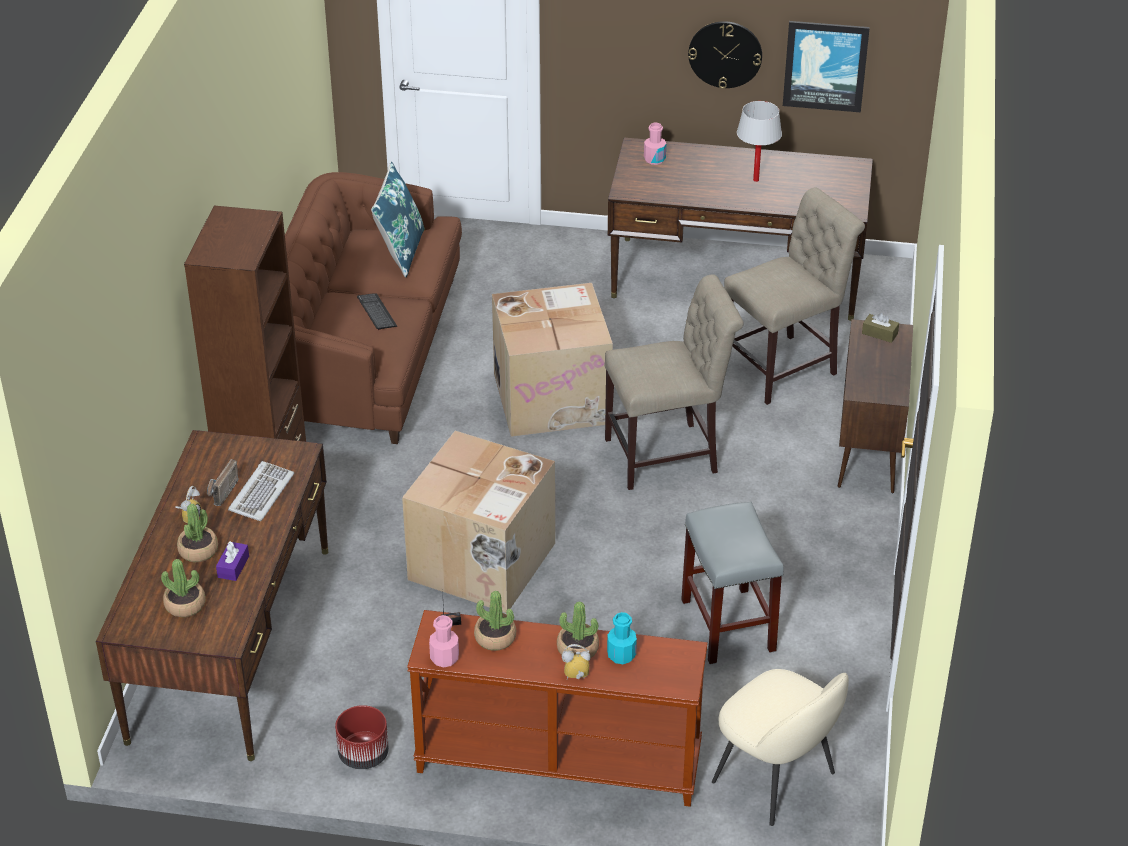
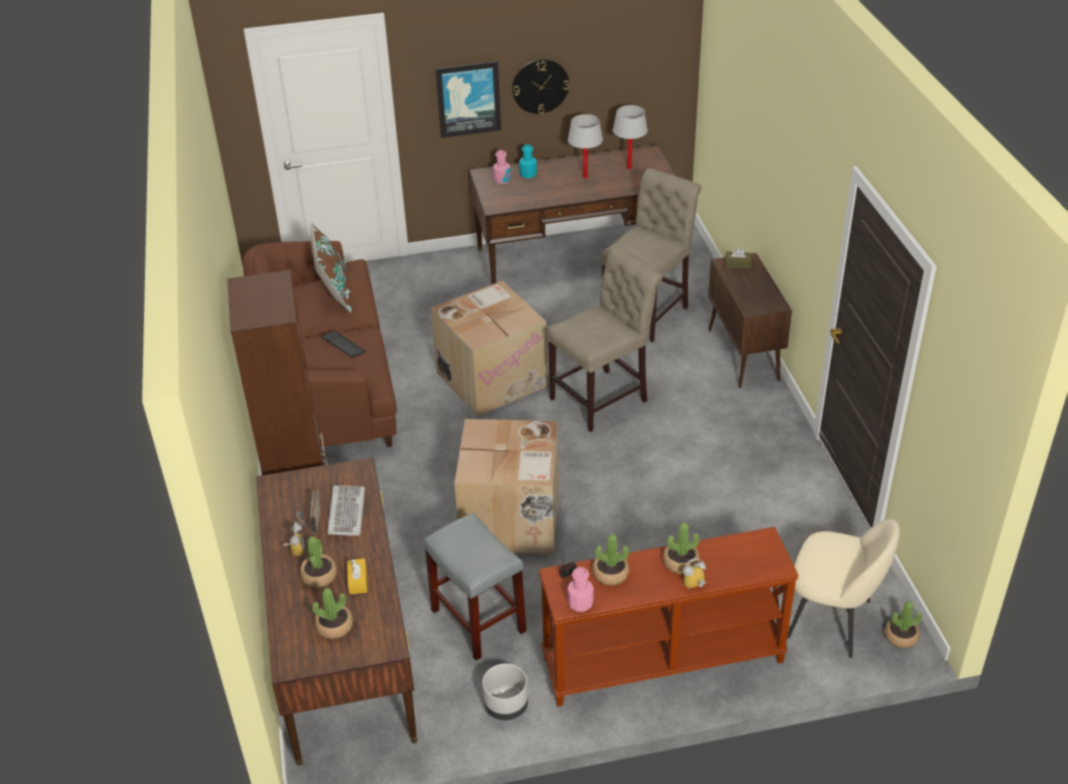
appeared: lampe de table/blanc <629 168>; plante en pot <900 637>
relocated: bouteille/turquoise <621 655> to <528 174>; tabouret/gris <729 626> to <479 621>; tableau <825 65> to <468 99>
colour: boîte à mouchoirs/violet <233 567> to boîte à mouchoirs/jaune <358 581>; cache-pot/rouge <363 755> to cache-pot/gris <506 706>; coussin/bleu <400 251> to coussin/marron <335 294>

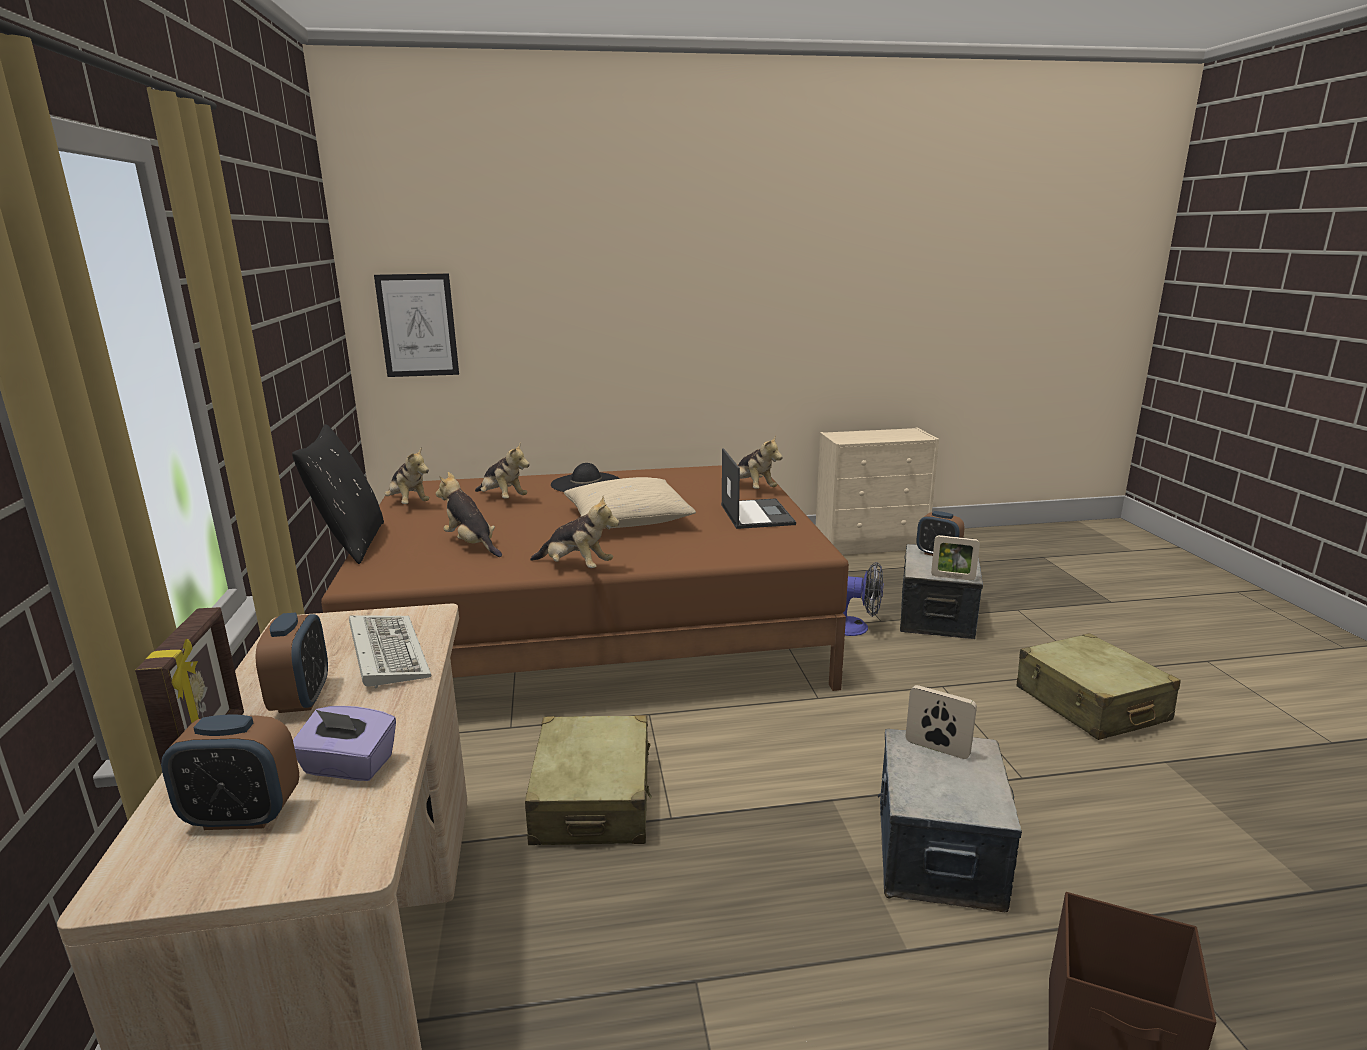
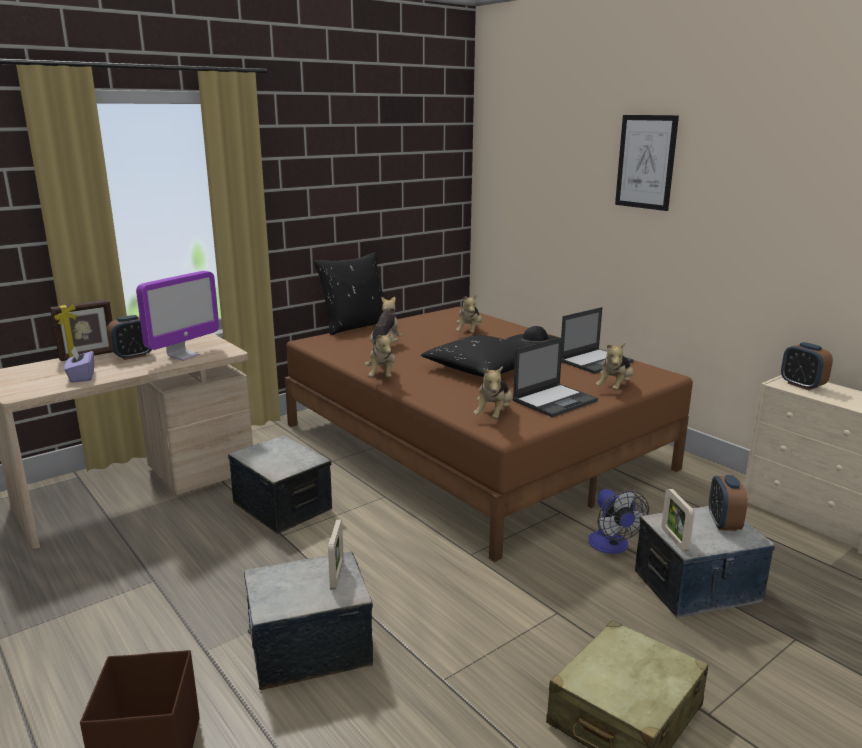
appeared: ordinateur portable <596 361>
relocated: réveil <242 816> to <802 385>; tableau <417 325> to <646 162>; peluche <408 504> to <494 415>
exchanged: clavier <385 652> to écran d'ordinateur <183 356>; valise/beige <593 799> to boîte de rangement <283 506>
colour: coussin/beige <627 520> to coussin/noir <481 368>

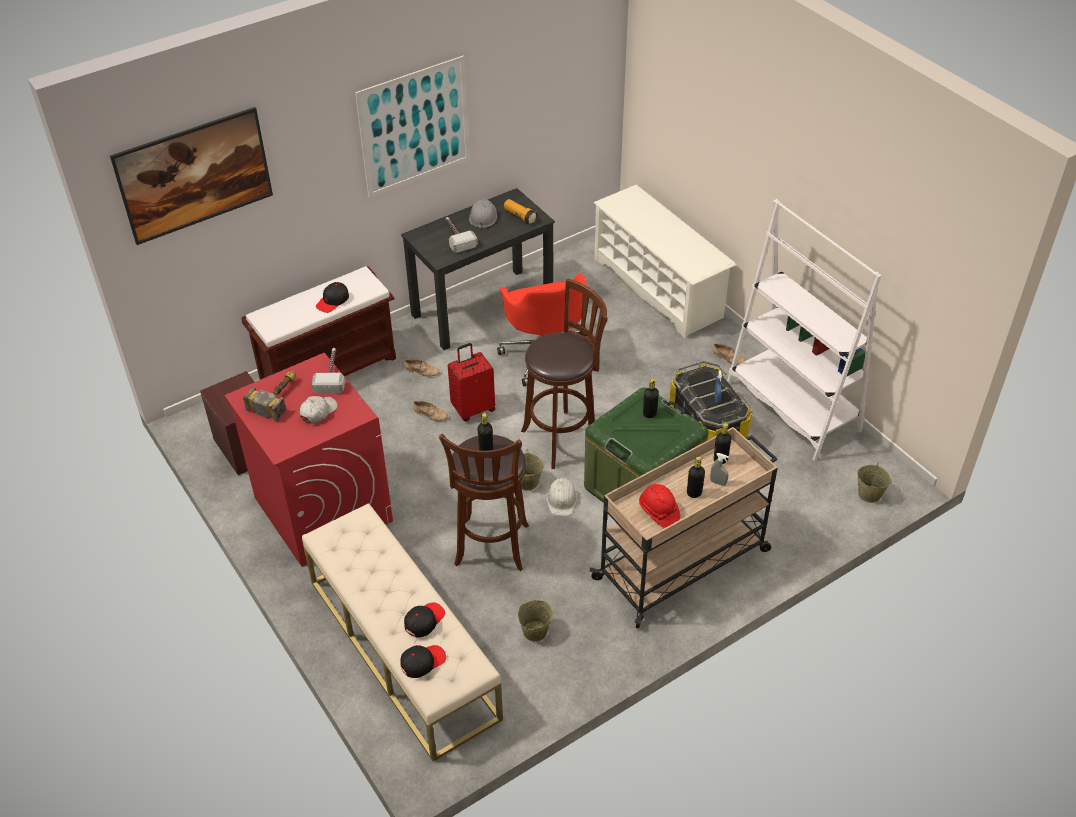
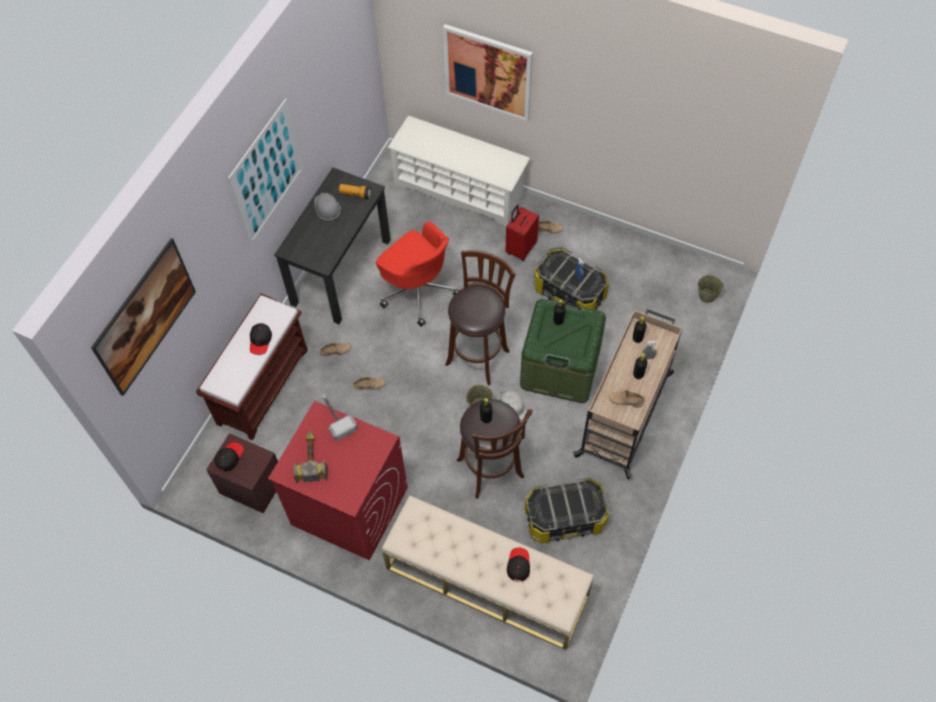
missing: casquette/blanc <318 412>; marteau <456 237>; bibliothèque/blanc <793 407>
appeared: tableau <488 72>
relocated: casquette/noir <422 662> to <229 457>; valise/rouge <473 409> to <520 248>
exchanged: seau/beige <534 632> to boîte de rangement <564 518>; casque de chantier/rouge <658 511> to chaussure/beige <625 401>

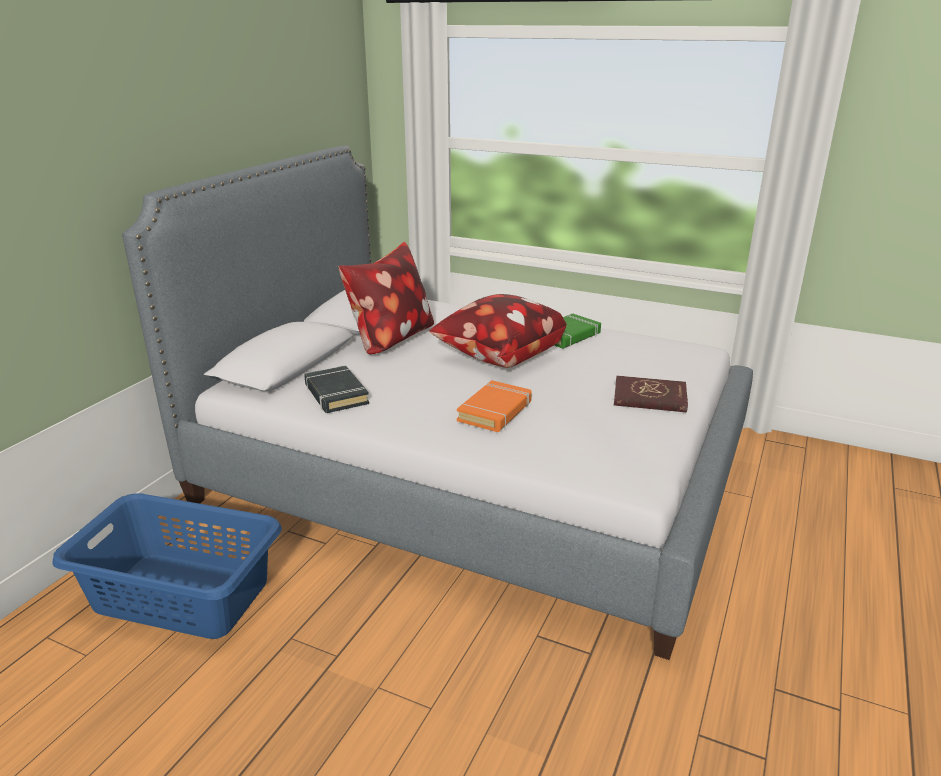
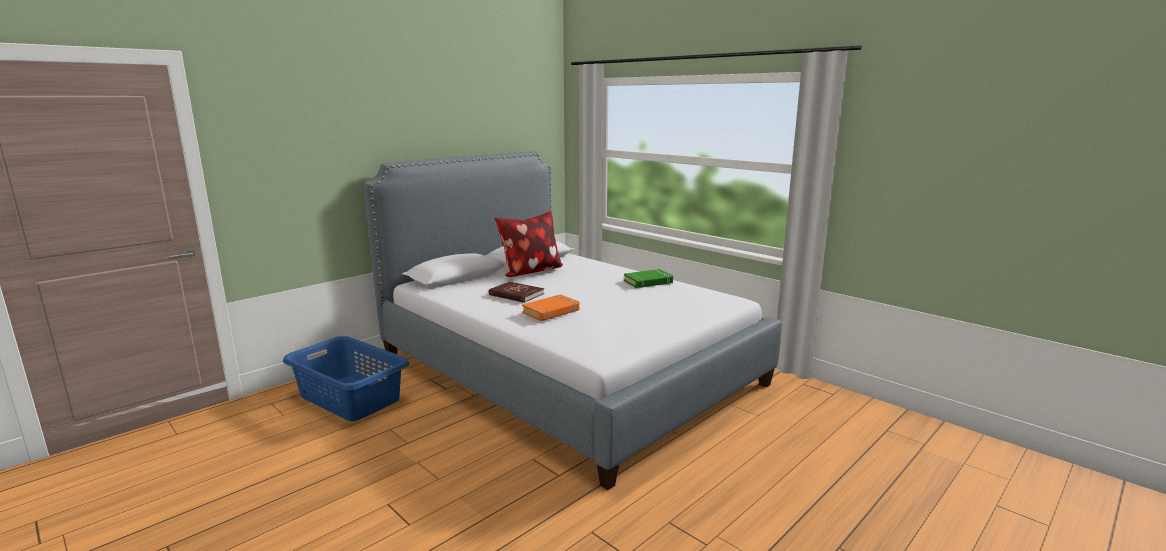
missing: livre/noir <336 394>; coussin <498 357>
relocated: livre/rouge <649 397> to <516 294>

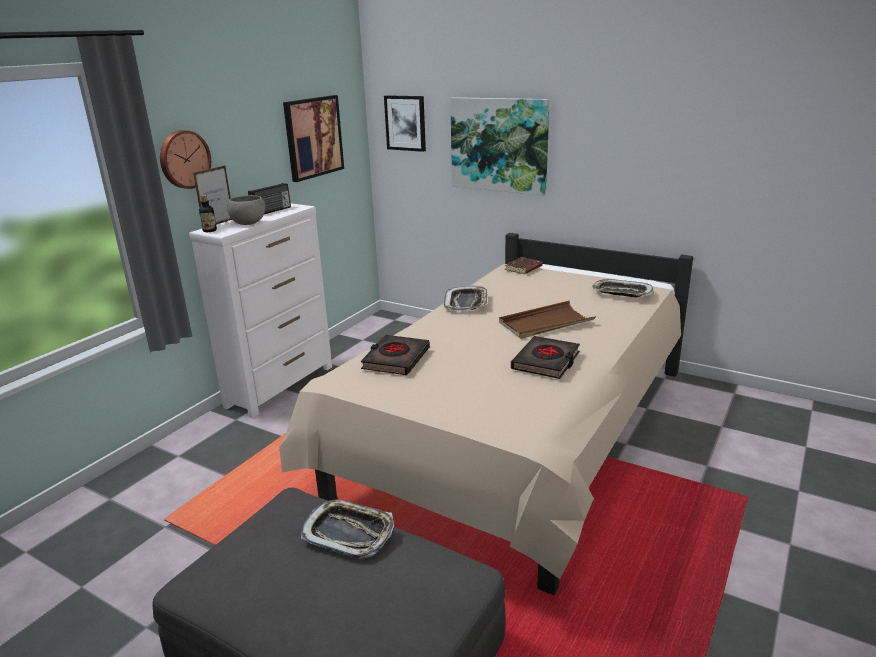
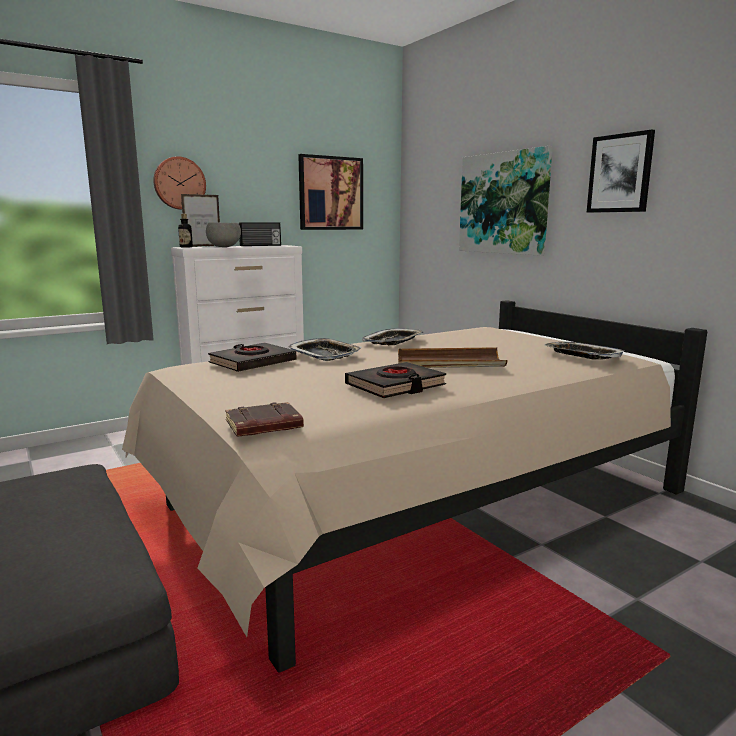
relocated: plateau <349 533> to <325 355>; tableau <405 123> to <620 173>; livre/marron <524 269> to <263 426>

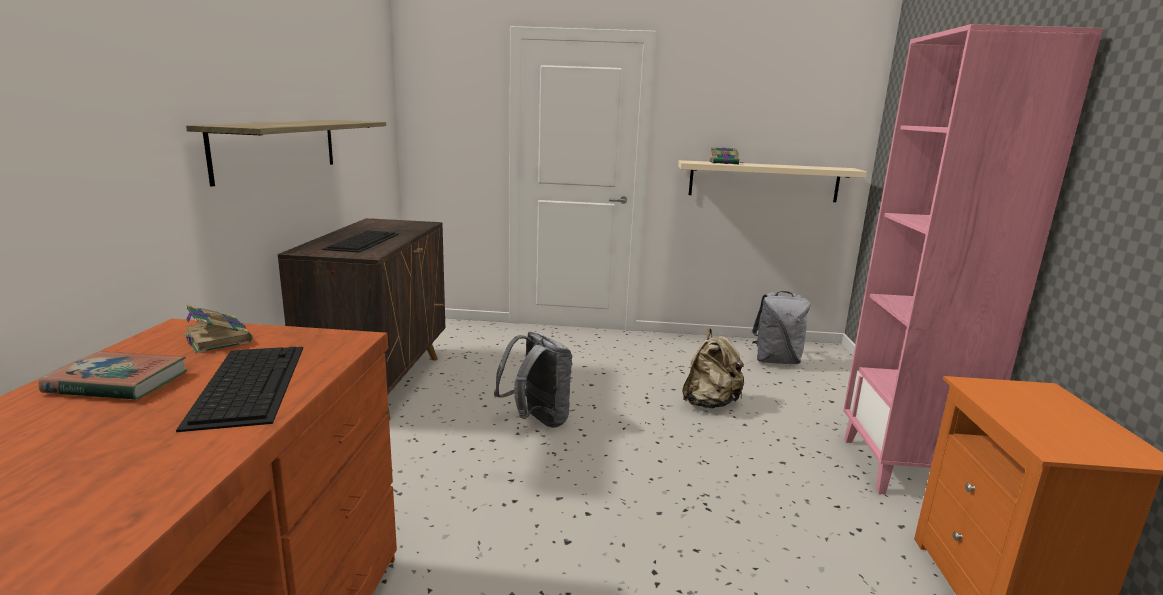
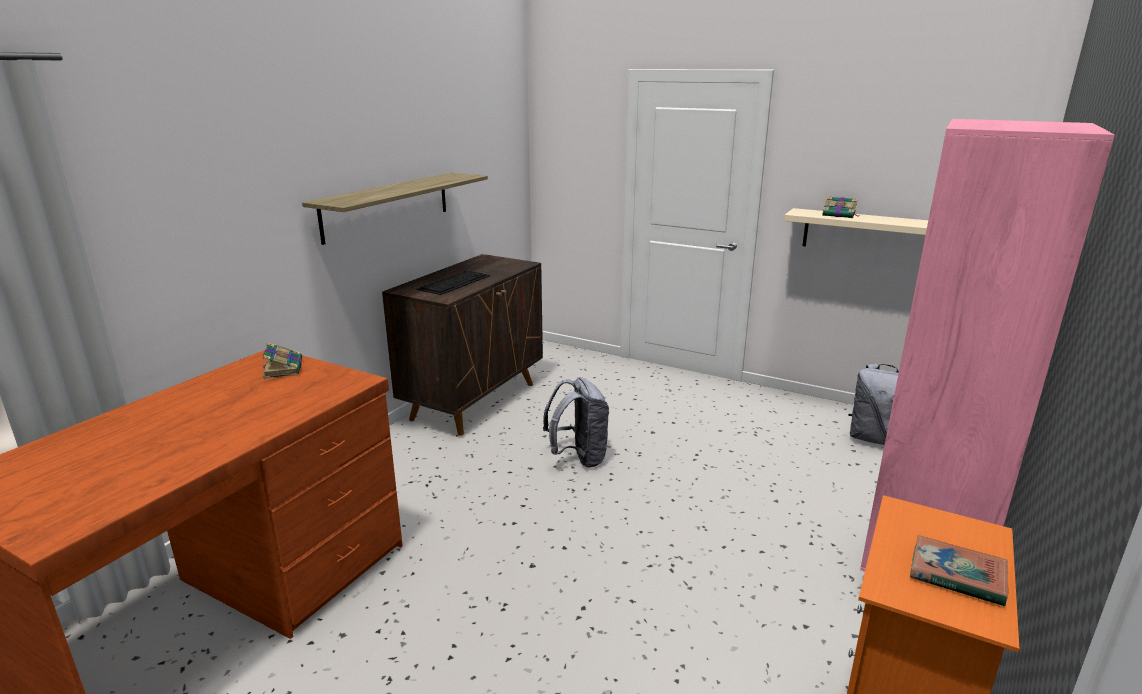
missing: clavier <248 383>; sac à dos/beige <710 403>
relocated: livre <118 383> to <957 575>

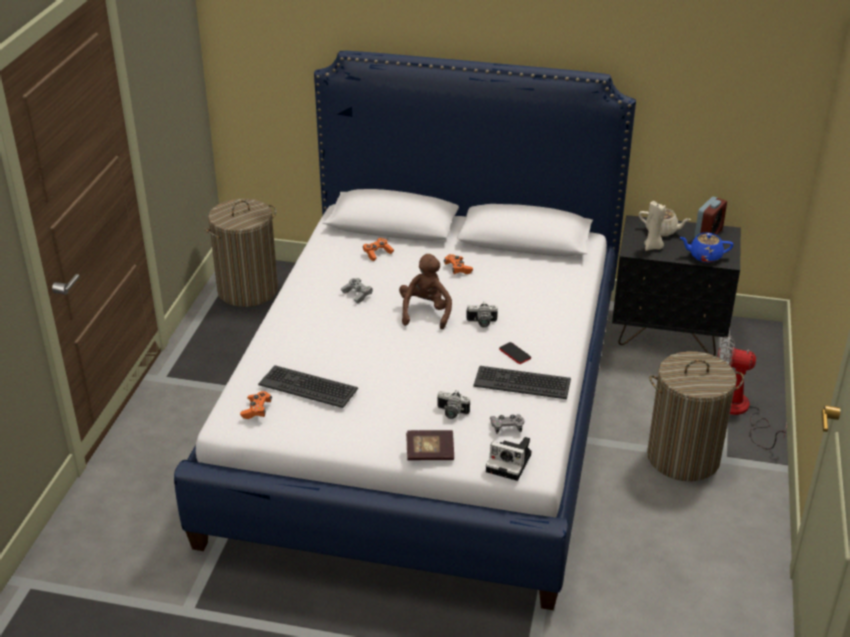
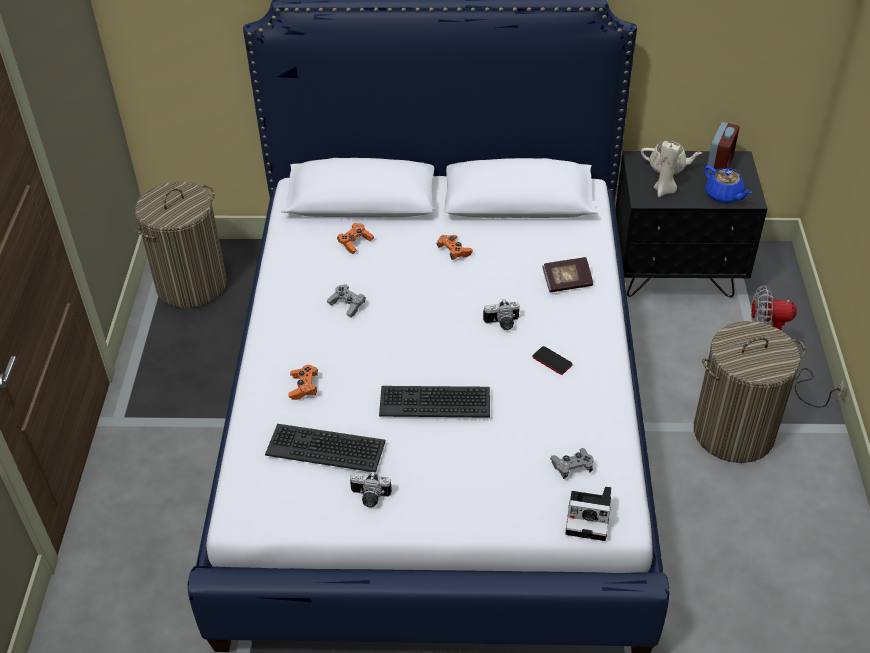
missing: peluche/marron <425 312>
relocated: manette/orange <256 410> to <304 387>; livre <430 453> to <567 282>; appareil photo <451 413> to <369 497>; clavier <522 383> to <435 401>
spun: théière/bleu <704 256> = <724 195> 120 degrees counterclockwise

